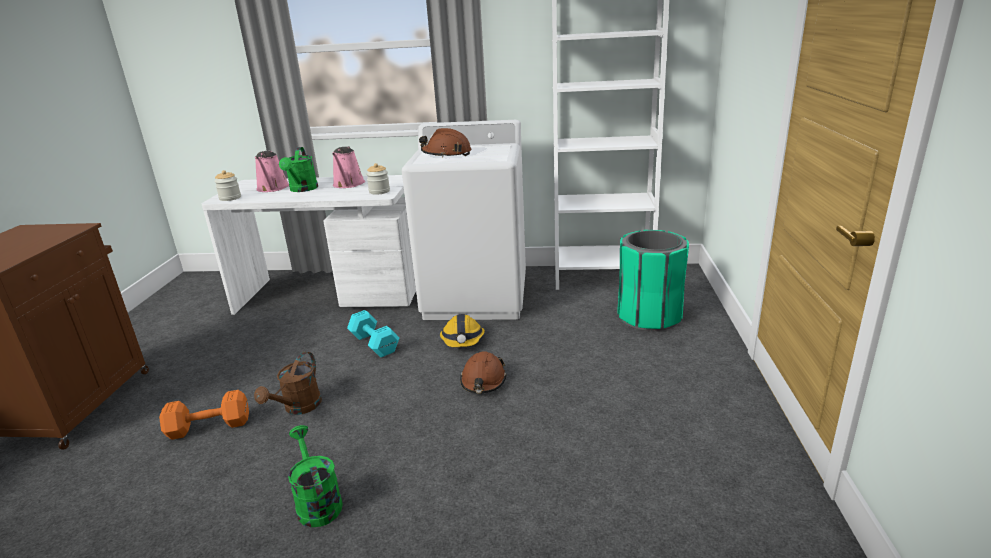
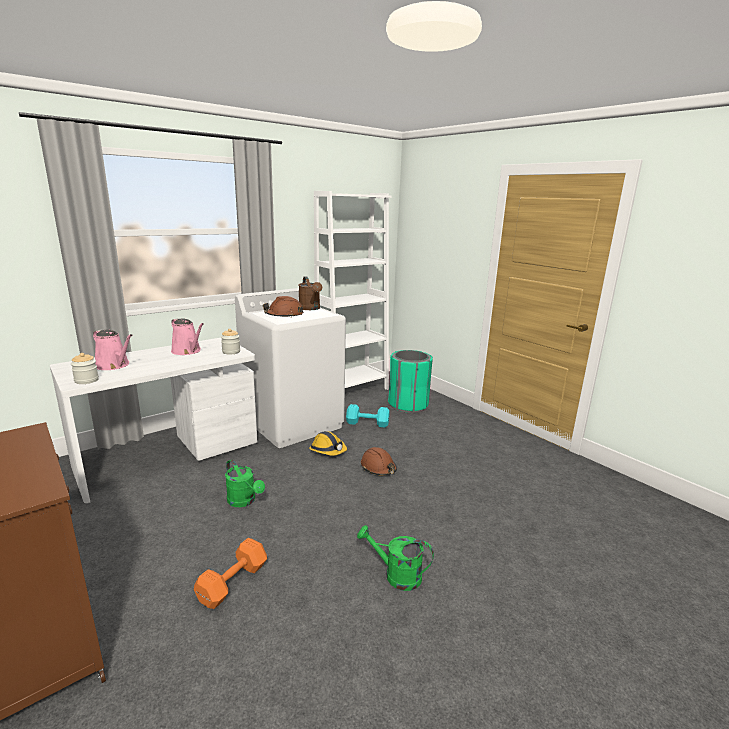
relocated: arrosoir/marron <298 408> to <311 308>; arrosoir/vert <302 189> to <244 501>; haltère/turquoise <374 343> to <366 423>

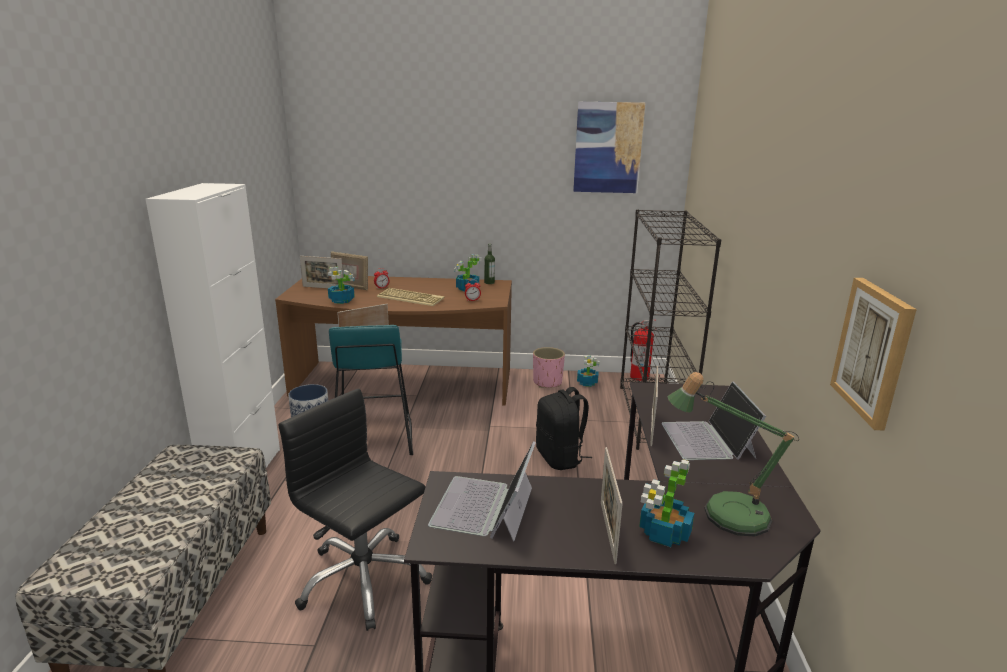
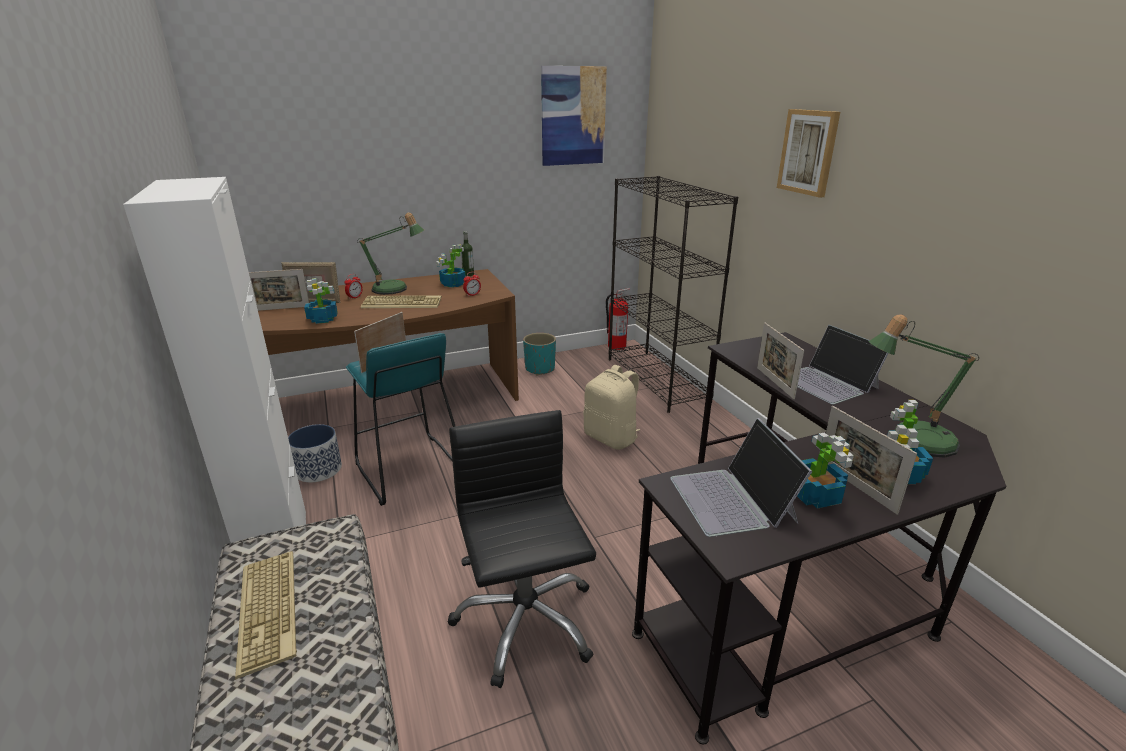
appeared: clavier <270 611>; lampe de table <395 289>
relocated: plante en pot <587 383> to <815 495>; tableau <873 351> to <808 152>
colour: cache-pot/rose <547 382> to cache-pot/turquoise <540 369>; sac à dos/noir <560 458> to sac à dos/beige <611 438>
spun: chaise de bureau/noir <363 580> = <525 622> 60 degrees clockwise

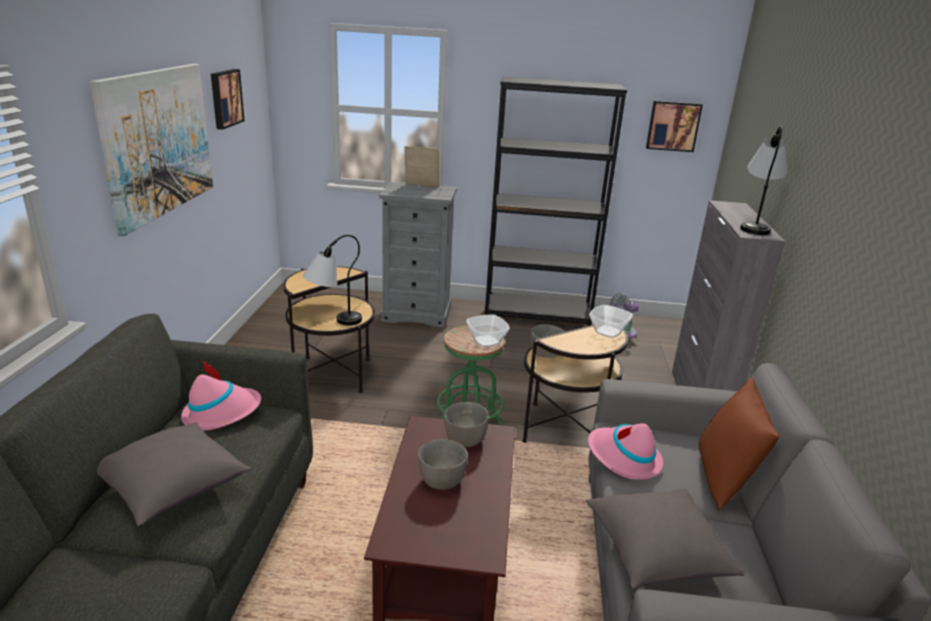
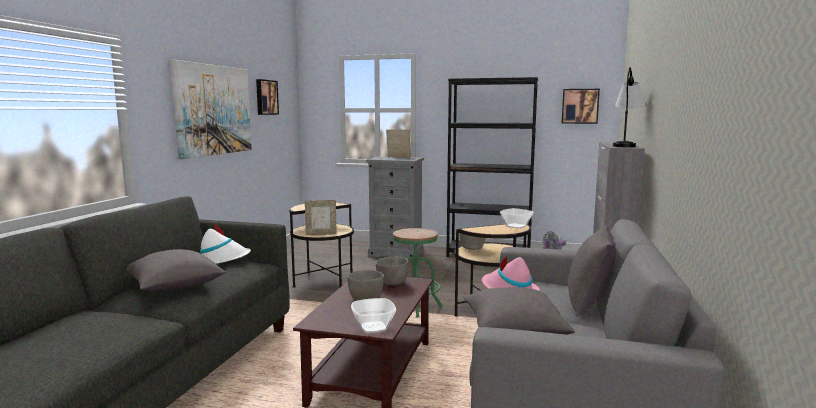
relocated: bol <485 341> to <372 327>
exchanged: lampe de table <332 323> to cadre photo <321 234>
colour: chapeau/rose <222 413> to chapeau/blanc <223 260>; coussin/marron <724 479> to coussin/gris <589 304>

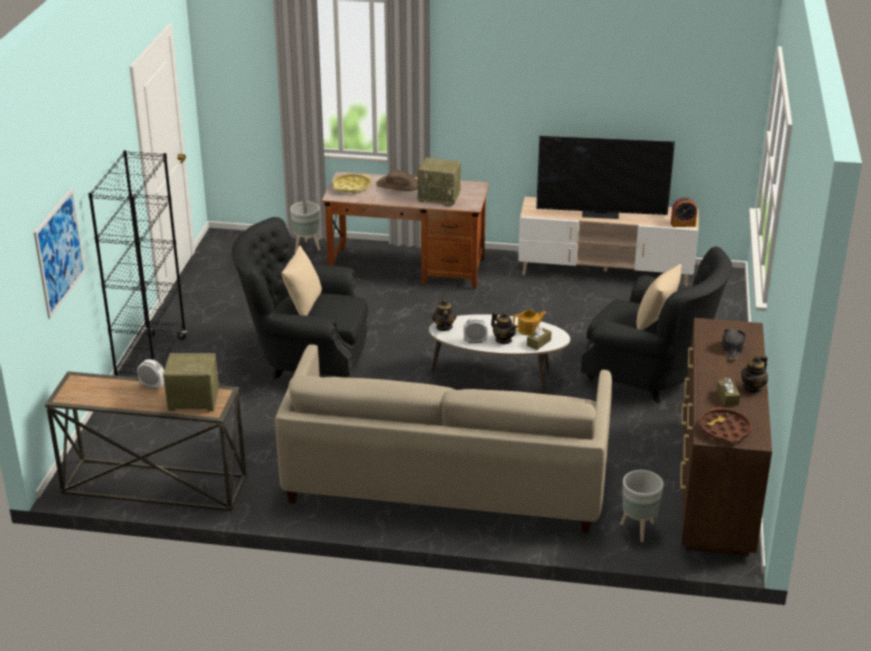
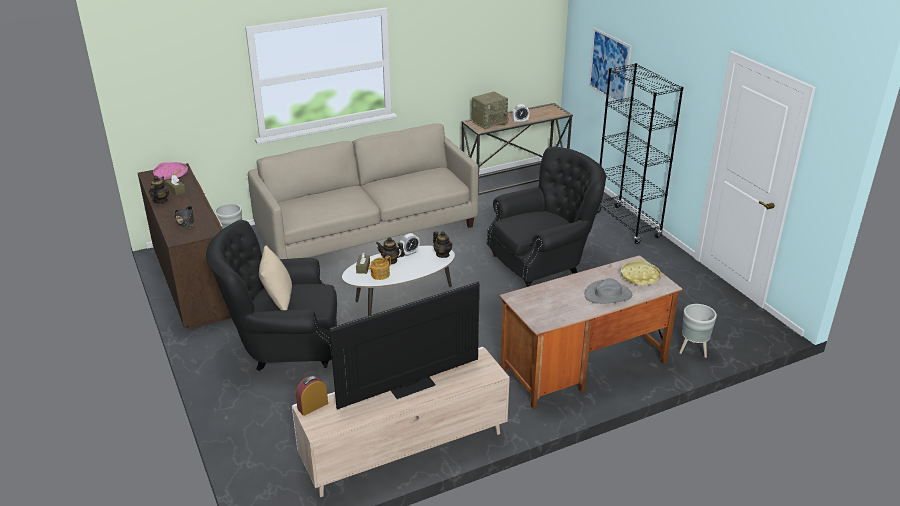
missing: coussin/beige <303 306>; radio <440 197>
colour: chapeau/marron <397 185> to chapeau/gris <608 295>; plateau/marron <724 430> to plateau/rose <171 174>

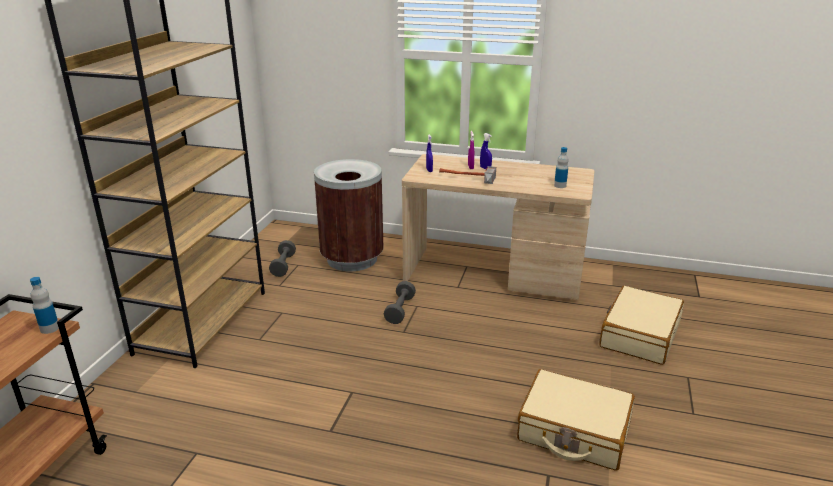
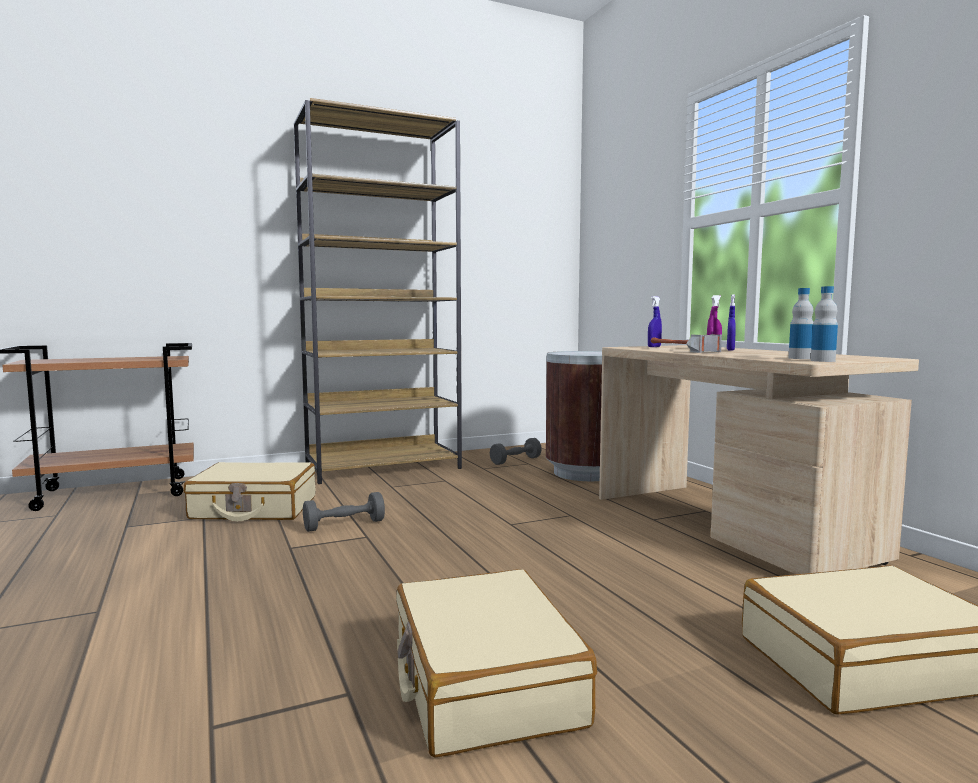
appeared: valise/beige <254 508>
relocated: bouteille <49 328> to <822 361>; haltère/gris <400 310> to <344 525>

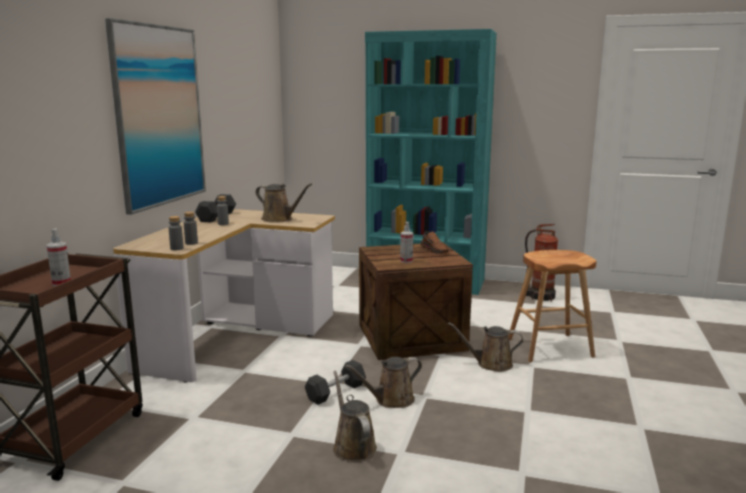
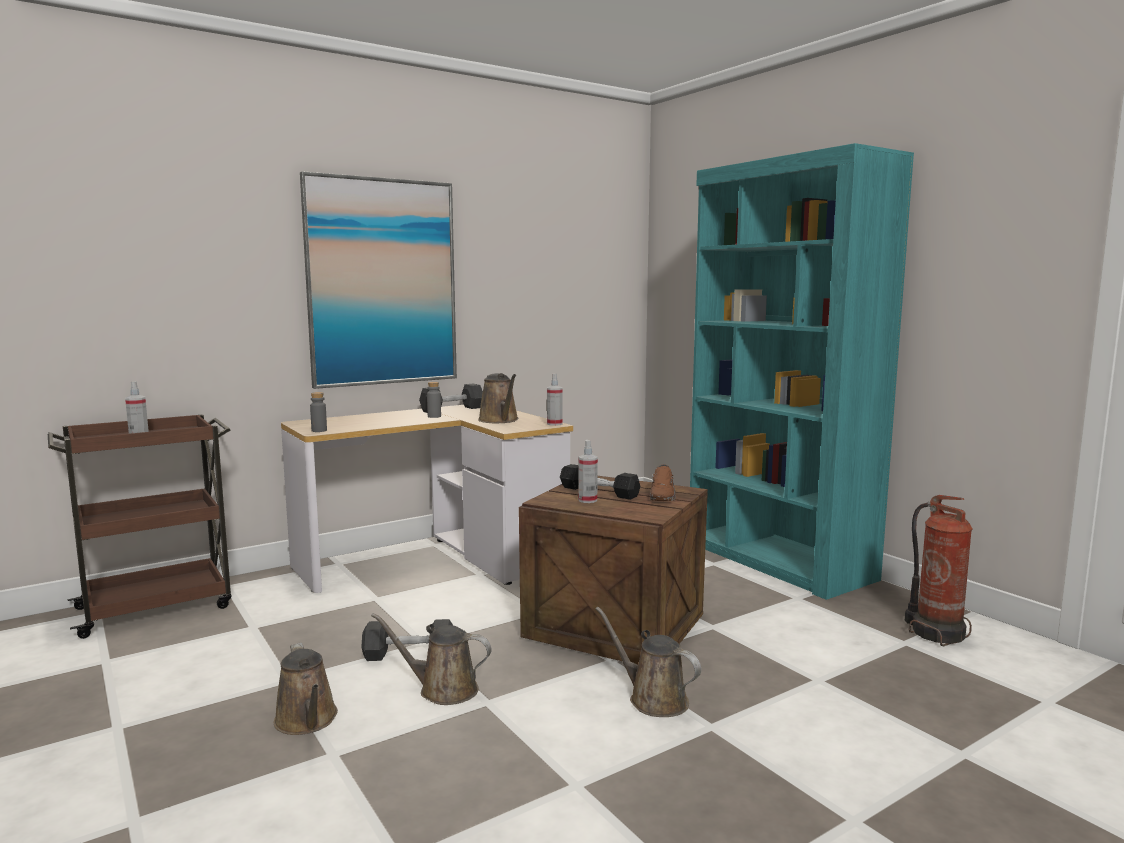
missing: bouteille/gris <191 243>; tabouret/marron <549 348>
appeared: vaporisateur <554 424>; haltère/noir <599 492>
spun: arrosoir/marron <352 446> = <307 721> 135 degrees clockwise

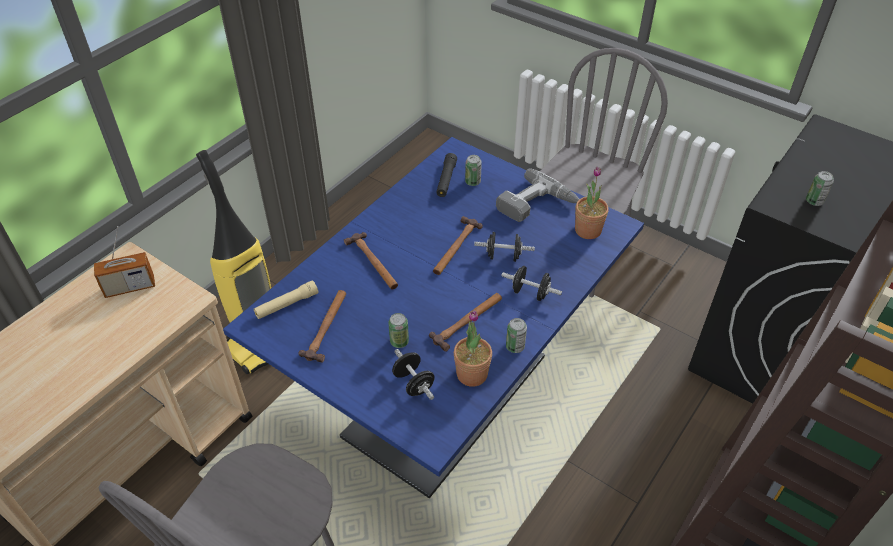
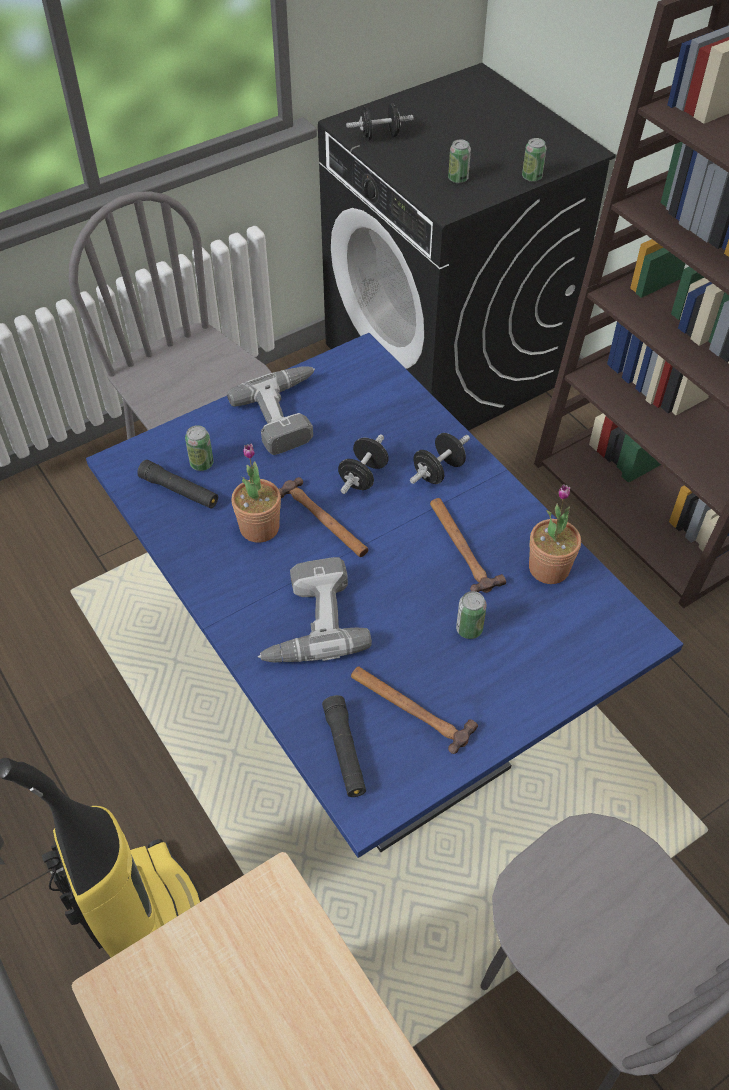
missing: radio <130 287>
relocated: haltère/noir <413 383> to <379 136>; boîte métallique <515 346> to <531 177>; plante en pot <588 230> to <259 527>
exchanged: marteau <373 263> to perceuse <308 621>
colour: lampe de poche/beige <286 305> to lampe de poche/noir <344 751>

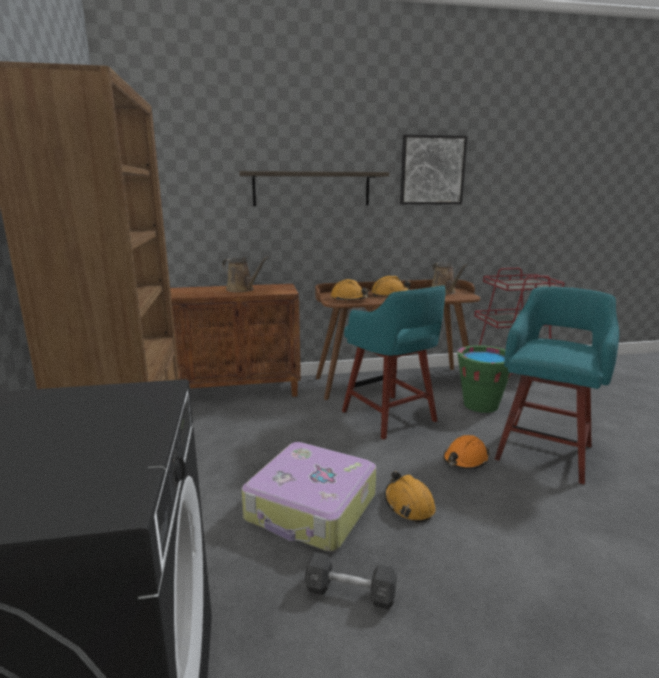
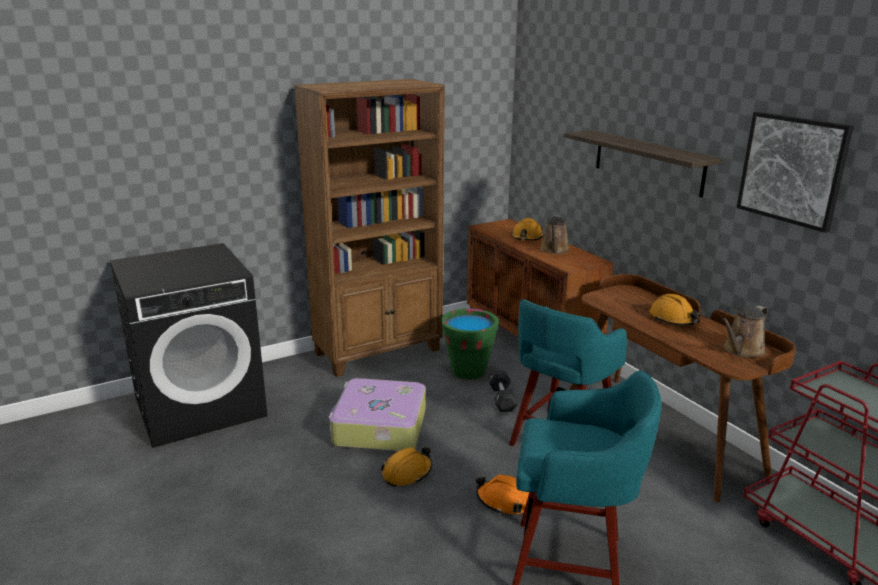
relocated: haltère/noir <350 593> to <502 399>; casque de chantier/orange <349 299> to <526 238>; seau/vert <480 405> to <468 371>

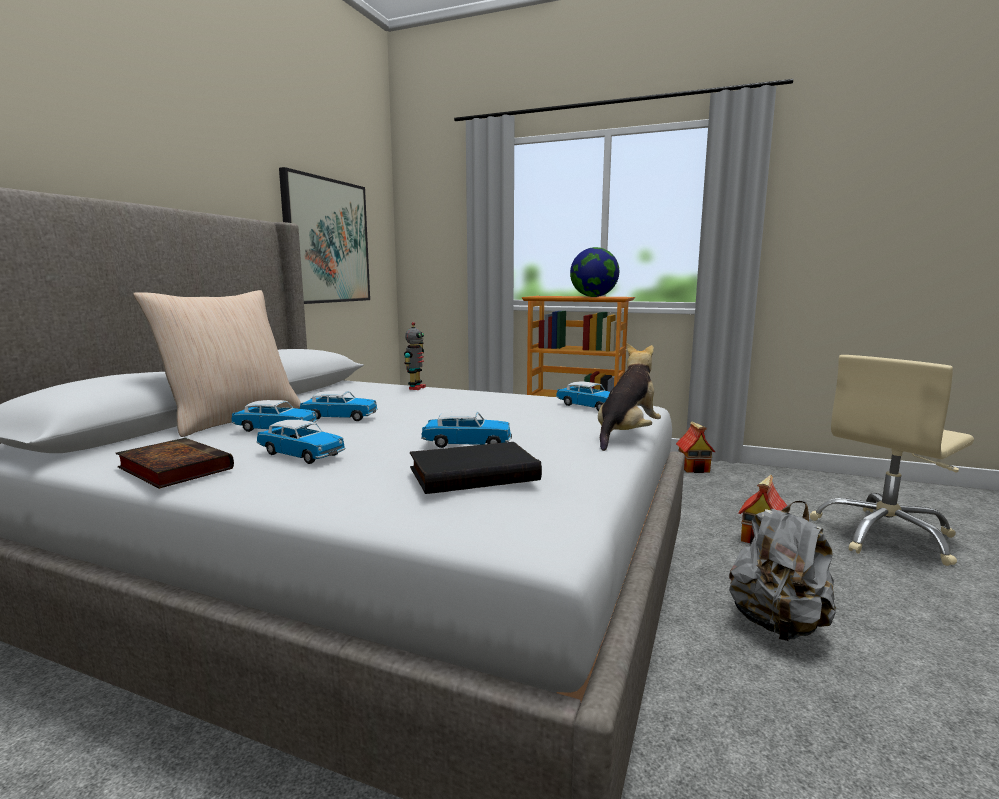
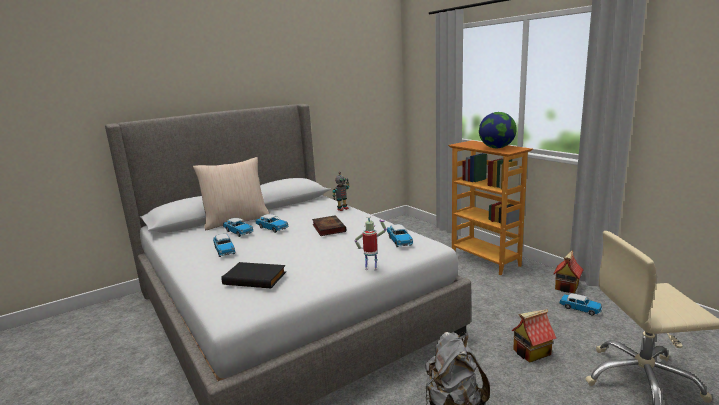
missing: tableau <327 241>
relocated: livre <172 468> to <328 228>; petite voiture <467 443> to <580 309>
exchanged: peluche <626 435> to robot jouet <371 268>

